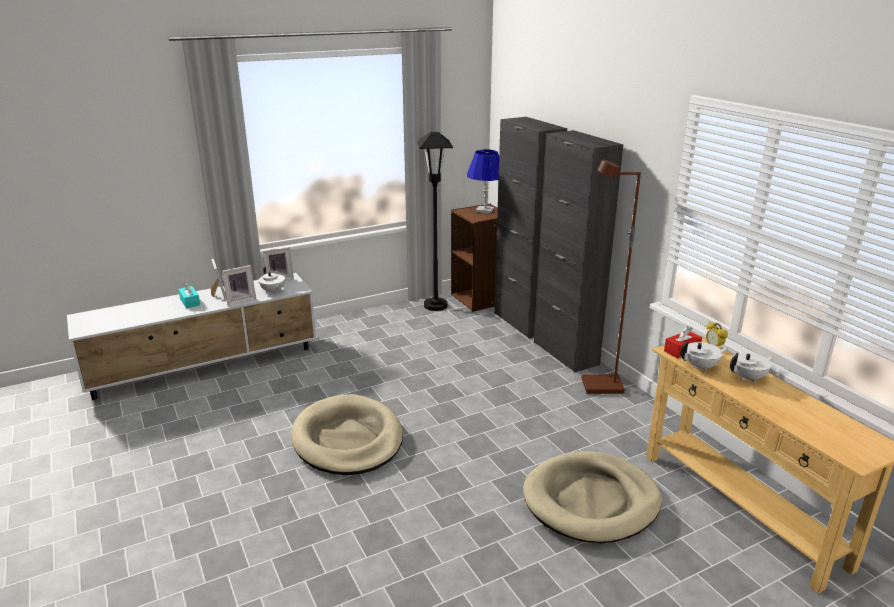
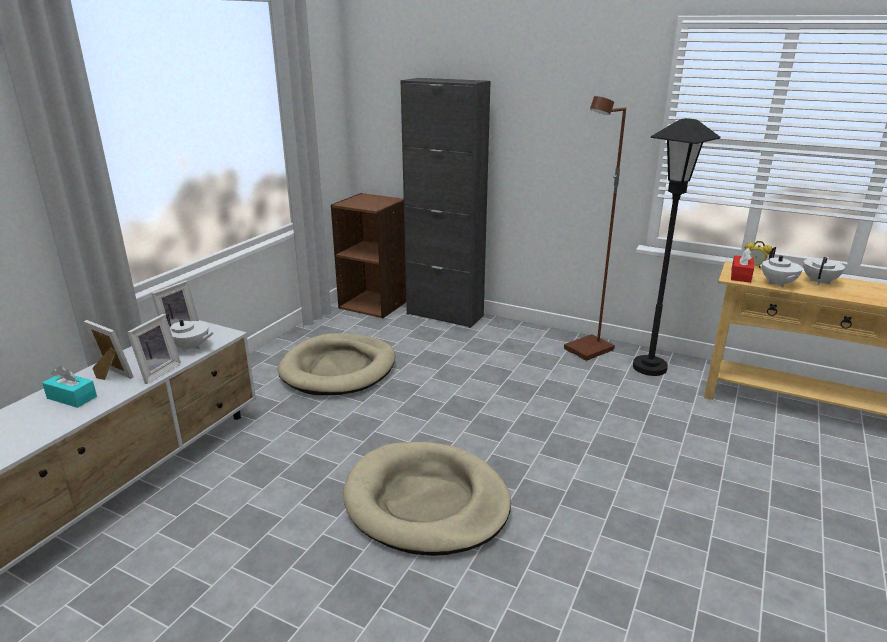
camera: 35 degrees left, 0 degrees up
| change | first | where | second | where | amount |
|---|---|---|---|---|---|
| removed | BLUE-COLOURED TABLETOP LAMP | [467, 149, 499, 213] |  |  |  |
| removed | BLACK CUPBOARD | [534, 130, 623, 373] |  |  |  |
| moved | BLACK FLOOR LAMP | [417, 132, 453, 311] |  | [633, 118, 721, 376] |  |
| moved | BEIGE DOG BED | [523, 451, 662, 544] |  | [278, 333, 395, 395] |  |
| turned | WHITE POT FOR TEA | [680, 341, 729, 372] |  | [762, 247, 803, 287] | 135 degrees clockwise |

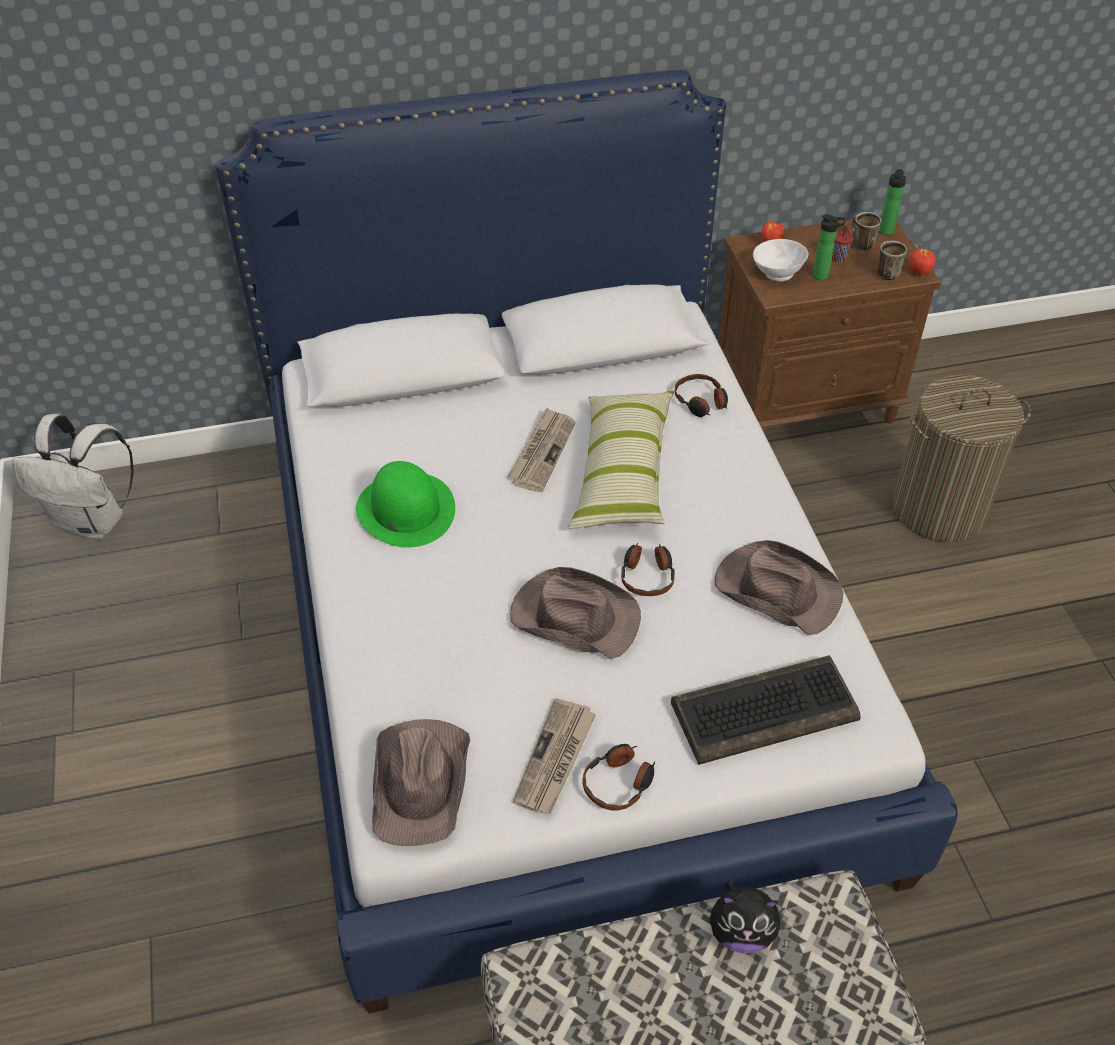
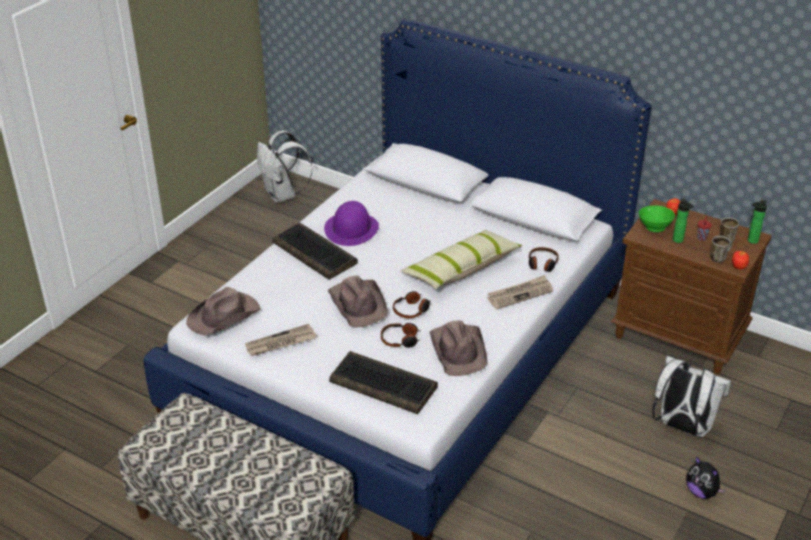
camera: 45 degrees right, 10 degrees down
| change | first | where | second | where | amount |
|---|---|---|---|---|---|
| added |  |  | COMPUTER KEYBOARD | [272, 223, 358, 280] |  |
| moved | PRINTED PAPER | [508, 407, 576, 492] |  | [487, 275, 553, 309] |  |
| moved | HEADSET | [582, 744, 655, 811] |  | [381, 323, 420, 348] |  |
| moved | CUDDLY TOY | [710, 881, 783, 954] |  | [687, 456, 726, 499] |  |
| replaced | LAUNDRY BASKET | [893, 375, 1031, 542] | WHITE KNAPSACK | [653, 356, 731, 437] |  |
| recoloured | GREENISH HAT | [356, 461, 455, 548] | PURPLE HAT | [324, 201, 379, 246] |  |
| recoloured | WHITE DEEP DISH | [753, 239, 808, 282] | GREENISH DEEP DISH | [639, 205, 675, 232] |  |

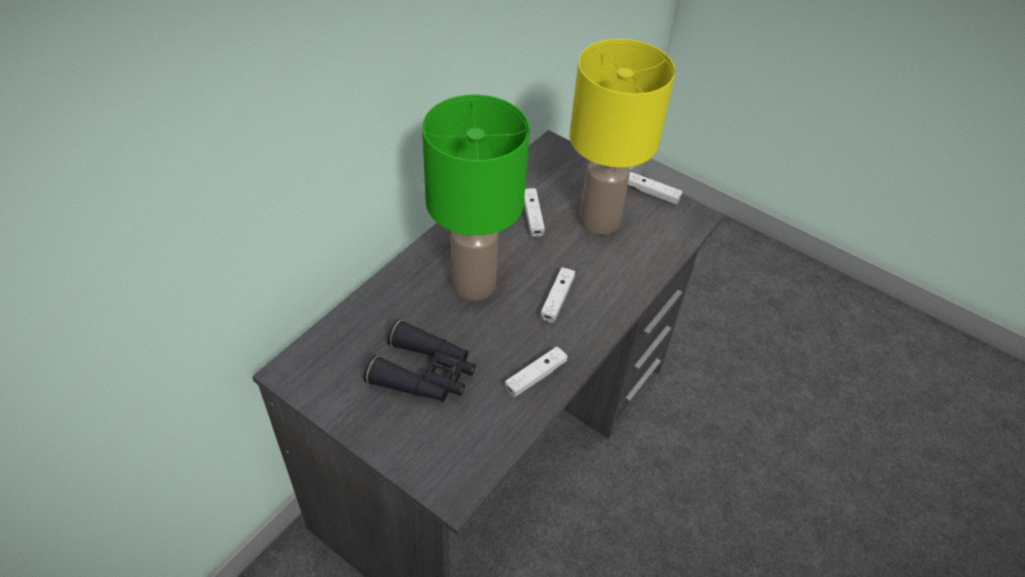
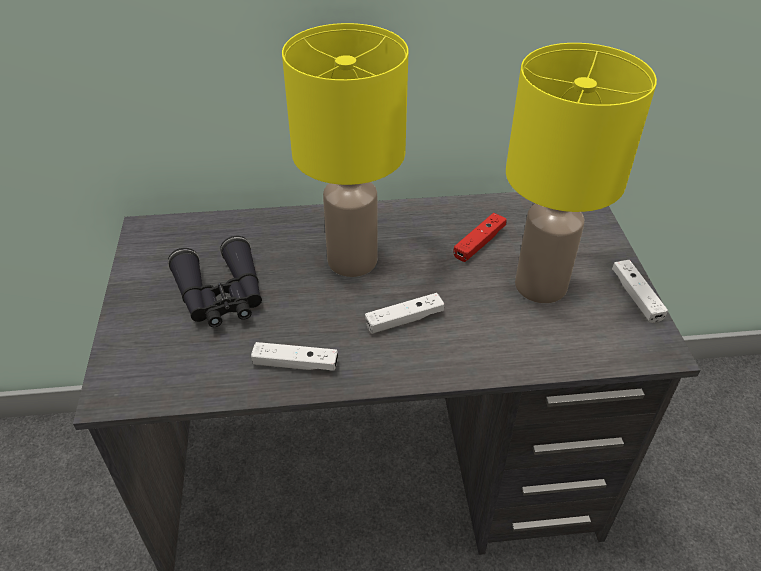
camera: 50 degrees right, 5 degrees down
| change | first | where | second | where | amount |
|---|---|---|---|---|---|
| recoloured | GREENISH TABLETOP LAMP | [422, 94, 529, 301] | YELLOWISH TABLETOP LAMP | [282, 23, 408, 277] |  |
| recoloured | WHITE GAMEPAD | [524, 188, 545, 237] | REDDISH GAMEPAD | [453, 213, 507, 262] |  |

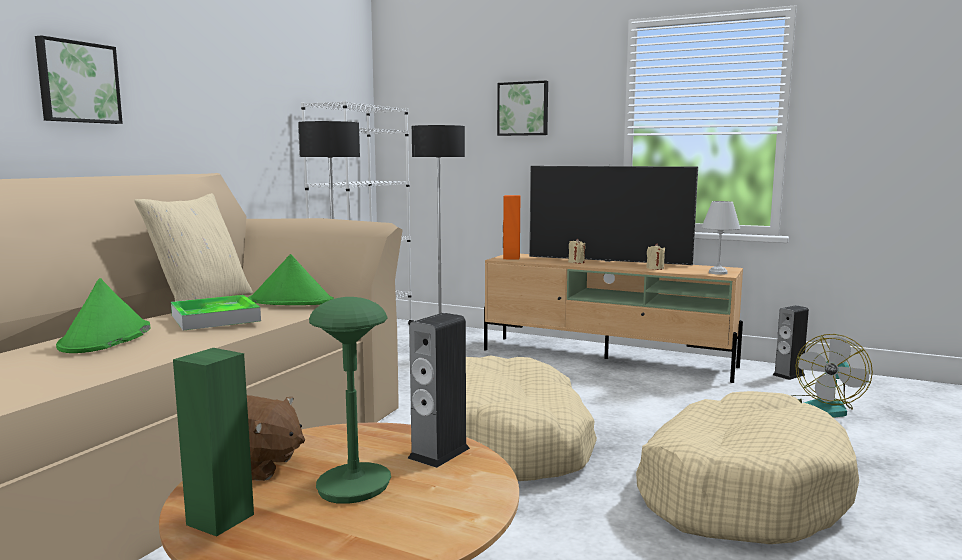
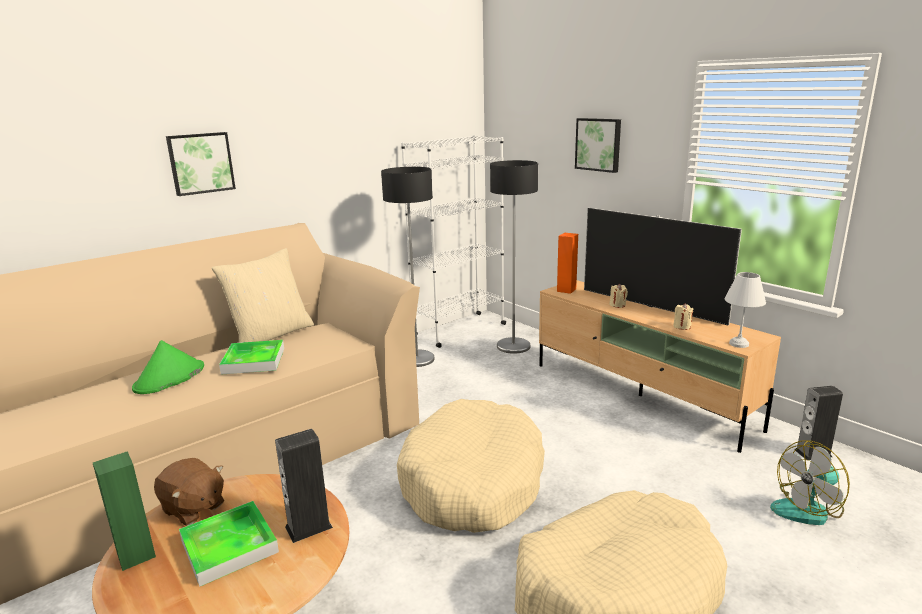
camera: 25 degrees right, 10 degrees up
| change | first | where | second | where | amount |
|---|---|---|---|---|---|
| removed | GREENISH HAT | [248, 254, 334, 305] |  |  |  |
| replaced | GREENISH TABLETOP LAMP | [309, 297, 391, 504] | SERVING TRAY | [179, 501, 279, 587] |  |

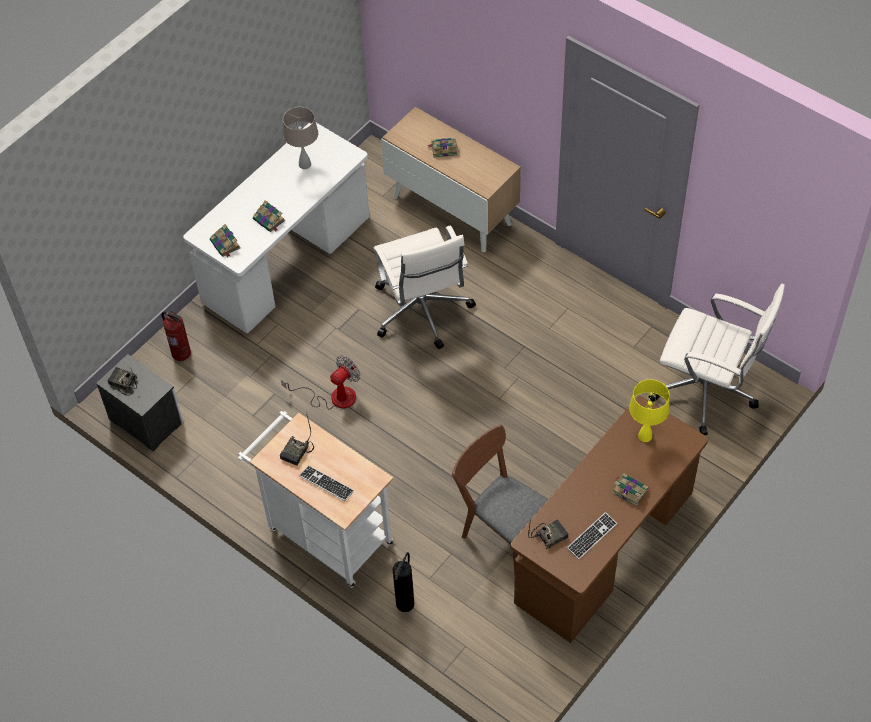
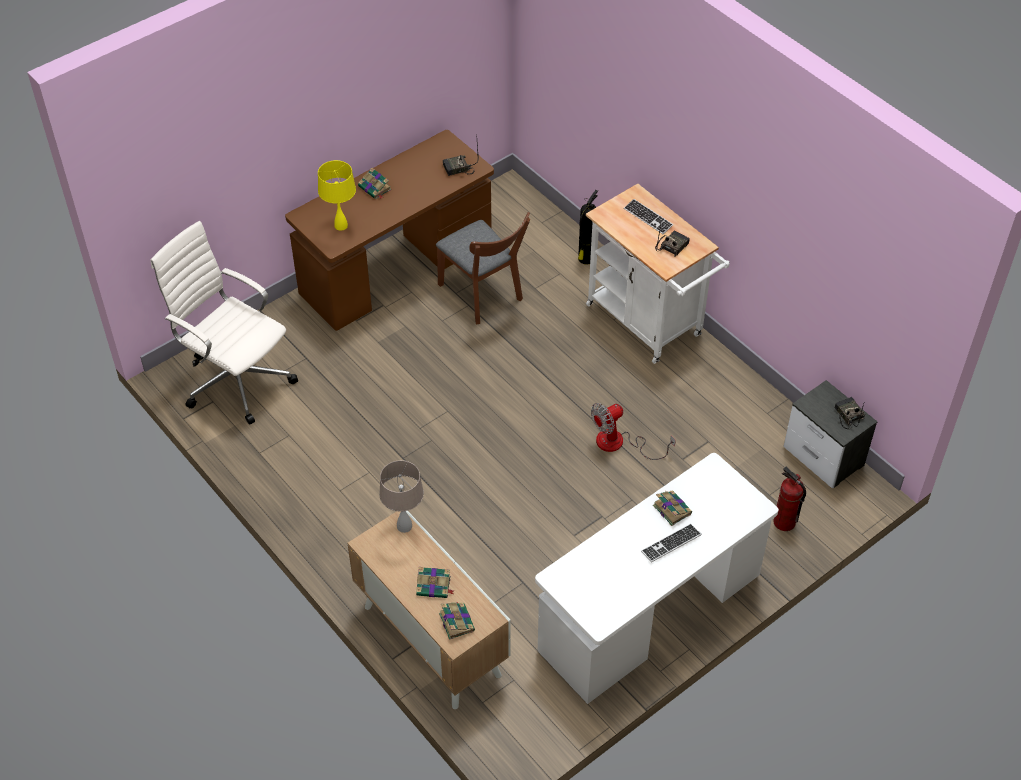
camera: 170 degrees left, 5 degrees down
| change | first | where | second | where | amount |
|---|---|---|---|---|---|
| removed | WHITE DESK CHAIR | [374, 225, 476, 349] |  |  |  |
| moved | VOLUME | [210, 224, 241, 258] |  | [439, 602, 475, 640] |  |
| moved | BEIGE TABLETOP LAMP | [283, 107, 318, 169] |  | [379, 460, 424, 533] |  |
| moved | COMPUTER KEYBOARD | [567, 512, 617, 559] |  | [641, 524, 702, 562] |  |
| turned | RADIO SET | [107, 367, 137, 396] |  | [834, 397, 865, 429] | 150 degrees counterclockwise |

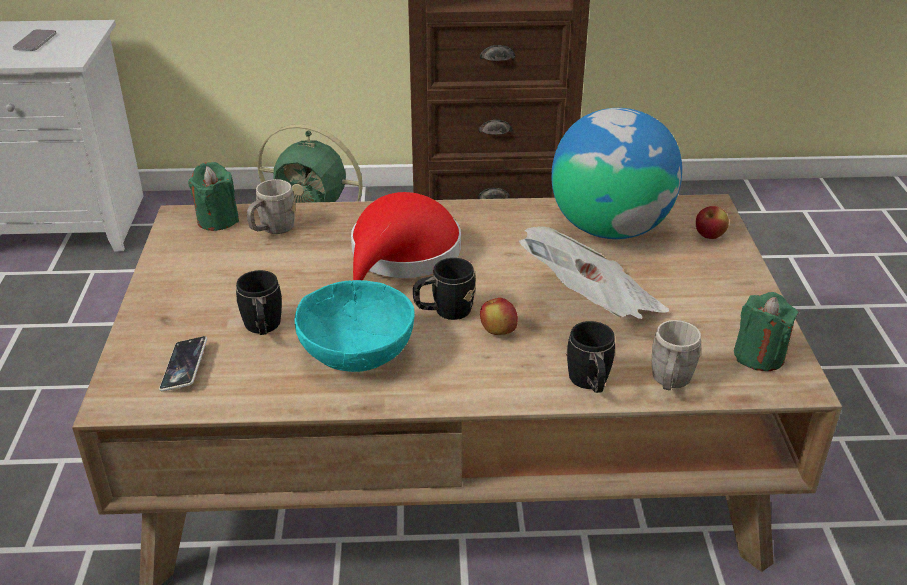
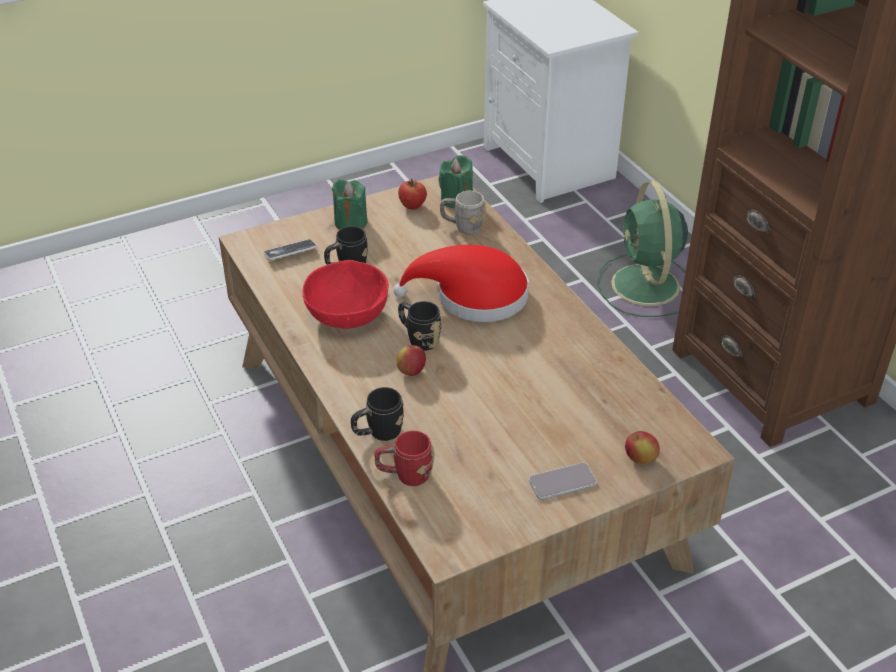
camera: 65 degrees right, 5 degrees up
| change | first | where | second | where | amount |
|---|---|---|---|---|---|
| removed | PRINTED PAPER | [518, 226, 669, 319] |  |  |  |
| removed | GLOBE | [551, 108, 682, 239] |  |  |  |
| added |  |  | WHOLE APPLE | [398, 179, 427, 210] |  |
| moved | HANDSET | [12, 29, 56, 51] |  | [529, 463, 597, 500] |  |
| moved | GREENISH CANDLE | [734, 292, 798, 371] |  | [332, 179, 367, 229] |  |
| recoloured | BLUE-GREEN DEEP DISH | [295, 280, 415, 372] | REDDISH DEEP DISH | [302, 260, 389, 329] |  |
| recoloured | GREY MUG | [652, 320, 701, 391] | REDDISH MUG | [375, 431, 434, 486] |  |

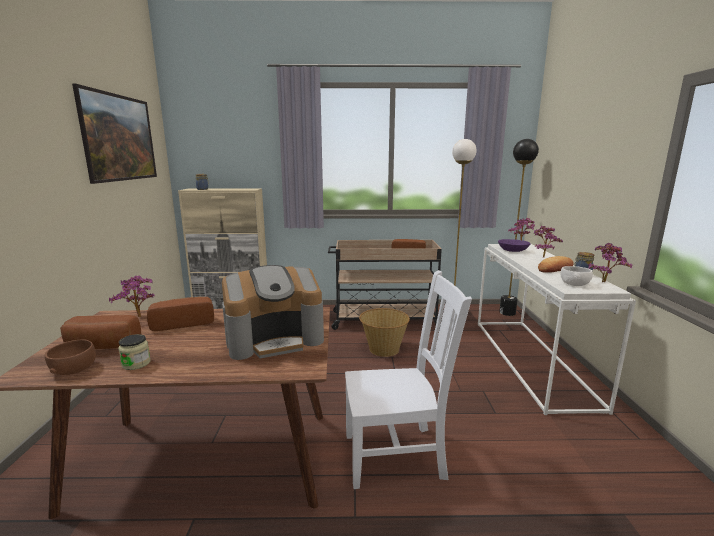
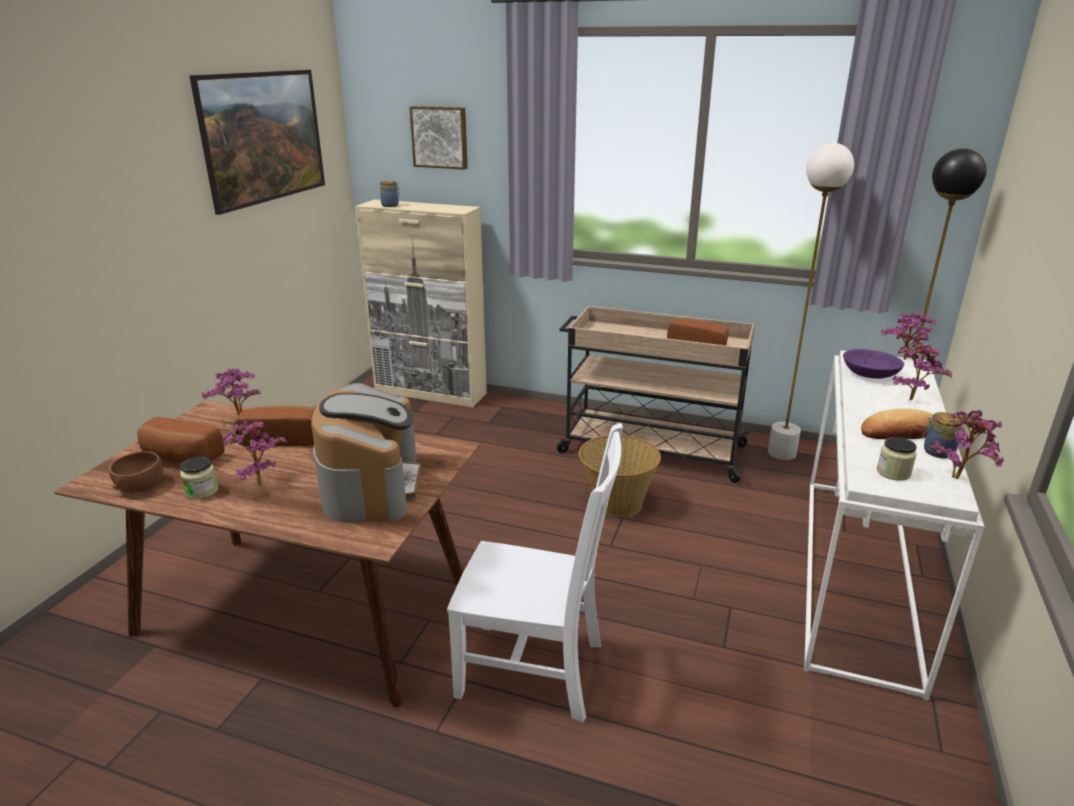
camera: 20 degrees right, 10 degrees up
| change | first | where | second | where | amount |
|---|---|---|---|---|---|
| added |  |  | HOUSEPLANT | [222, 420, 287, 486] |  |
| added |  |  | PICTURE | [409, 106, 468, 170] |  |
| replaced | WHITE DEEP DISH | [560, 266, 593, 286] | PRESERVE JAR | [877, 437, 917, 481] |  |
| turned | COFFEE MACHINE | [222, 265, 324, 360] |  | [311, 383, 421, 523] | 90 degrees counterclockwise |

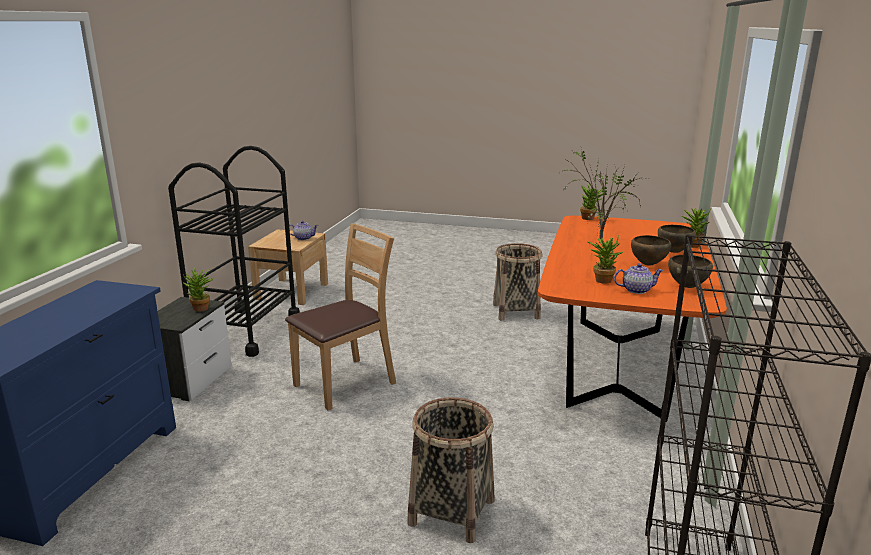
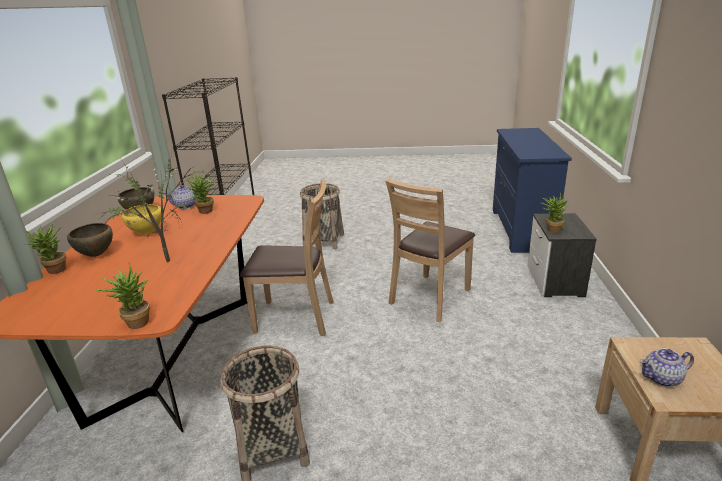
camera: 170 degrees right, 5 degrees up
| change | first | where | second | where | amount |
|---|---|---|---|---|---|
| removed | BLACK CART | [168, 146, 300, 357] |  |  |  |
| added |  |  | BROWNISH CHAIR | [240, 179, 334, 336] |  |
| recoloured | BROWNISH DEEP DISH | [631, 235, 671, 266] | YELLOWISH DEEP DISH | [122, 204, 161, 234] |  |

